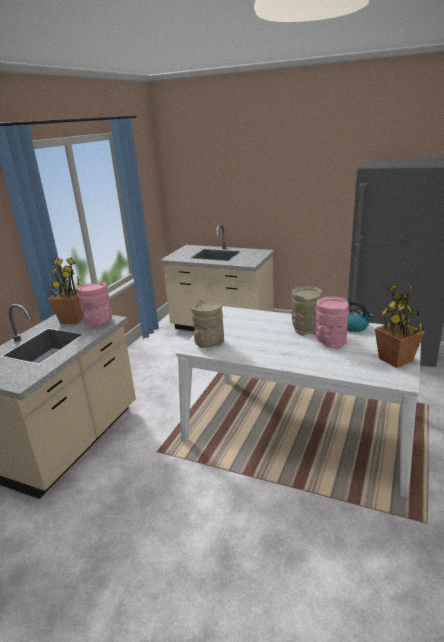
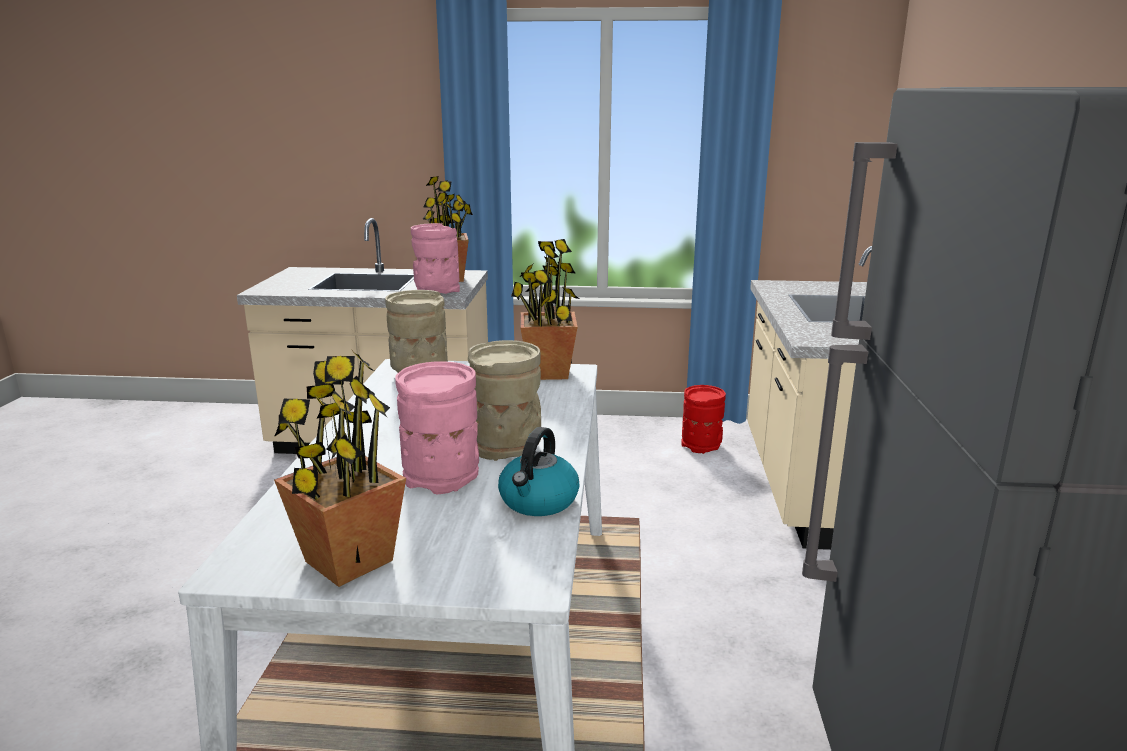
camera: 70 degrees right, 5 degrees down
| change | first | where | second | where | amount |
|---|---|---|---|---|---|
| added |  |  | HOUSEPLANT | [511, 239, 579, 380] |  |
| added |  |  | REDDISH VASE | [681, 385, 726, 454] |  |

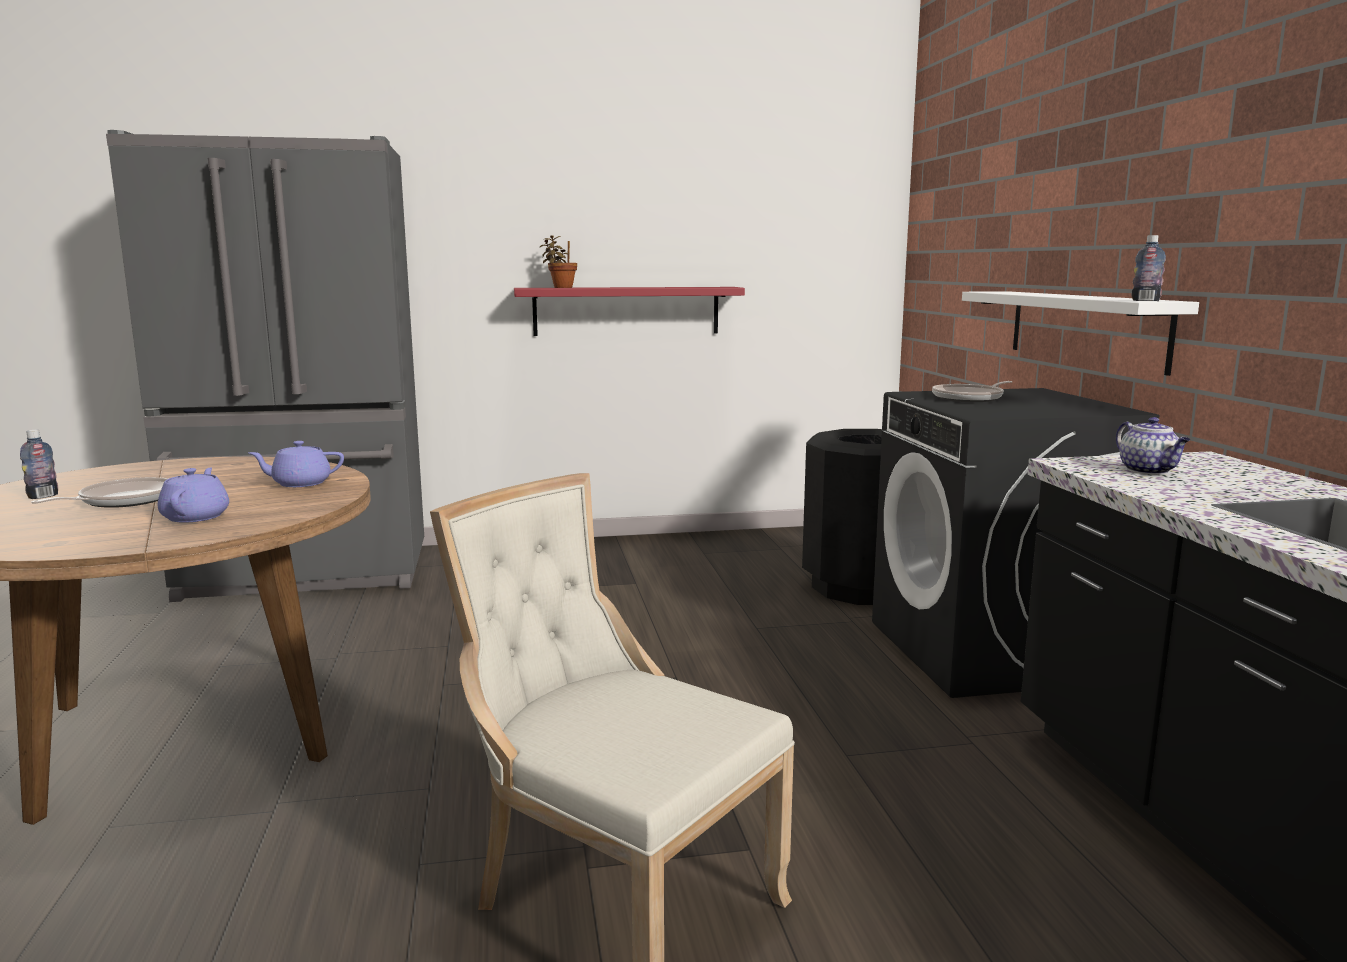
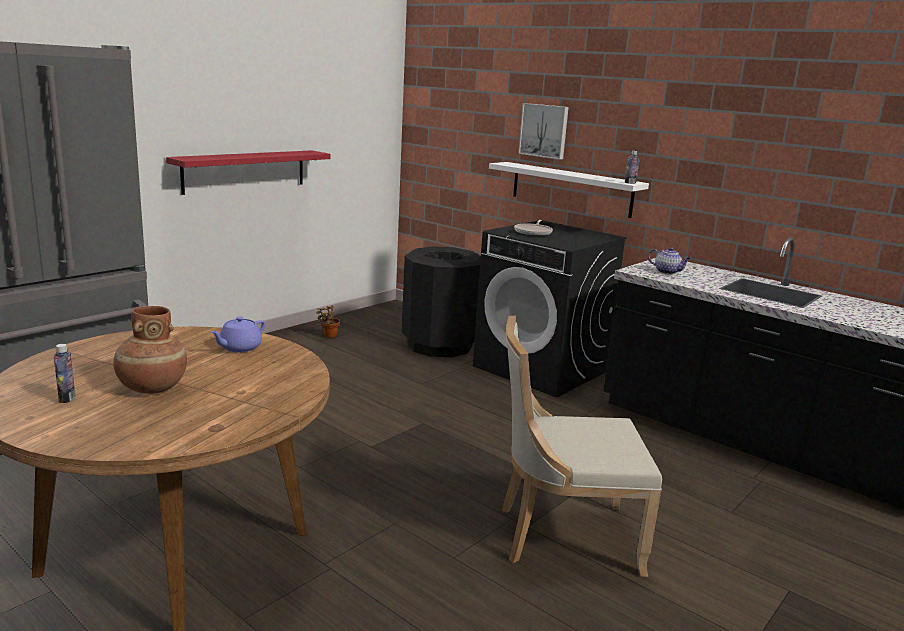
camera: 40 degrees left, 5 degrees up
| change | first | where | second | where | amount |
|---|---|---|---|---|---|
| removed | PURPLE POT FOR TEA | [158, 468, 229, 523] |  |  |  |
| added |  |  | PICTURE | [518, 103, 569, 160] |  |
| moved | HOUSEPLANT | [540, 235, 577, 288] |  | [316, 306, 340, 338] |  |
| replaced | PAN | [31, 477, 168, 508] | BROWNISH VASE | [113, 306, 187, 394] |  |

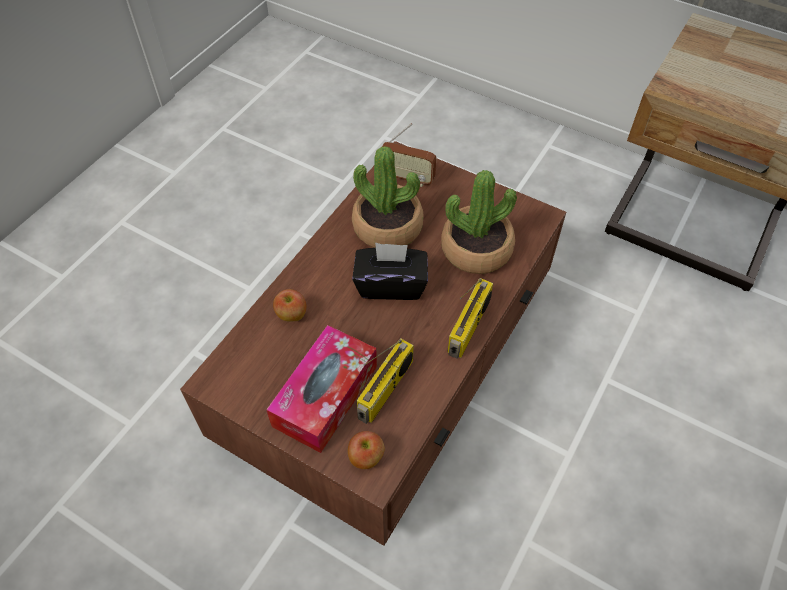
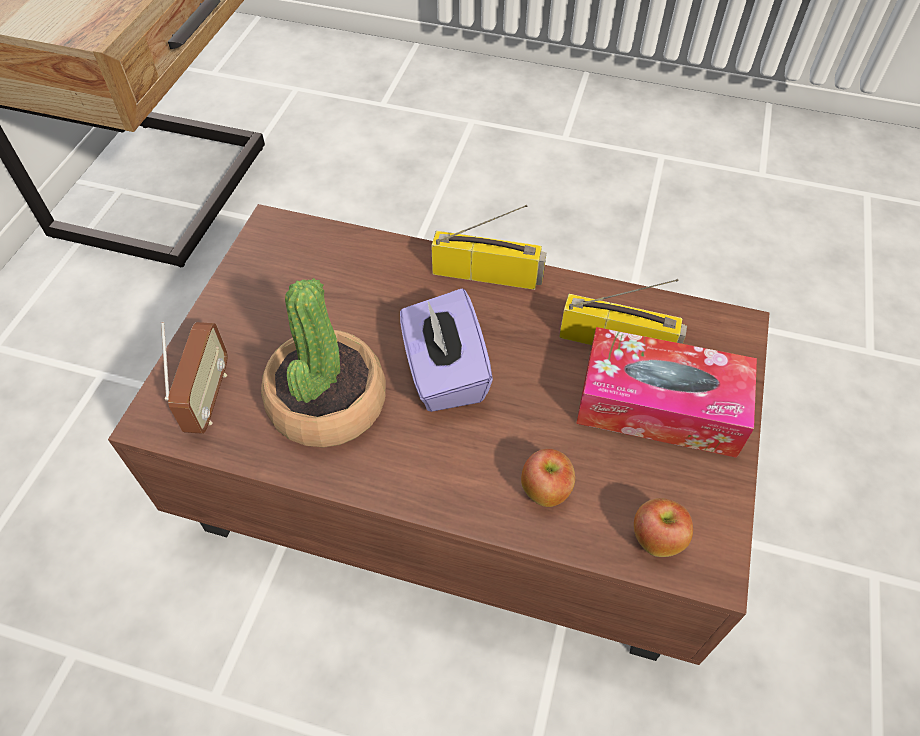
camera: 105 degrees left, 0 degrees up
| change | first | where | second | where | amount |
|---|---|---|---|---|---|
| removed | HOUSEPLANT | [441, 170, 517, 274] |  |  |  |
| moved | WHOLE APPLE | [348, 431, 385, 469] |  | [634, 498, 693, 557] |  |
| recoloured | BLACK BOX OF TISSUES | [352, 242, 428, 300] | PURPLE BOX OF TISSUES | [400, 288, 493, 412] |  |

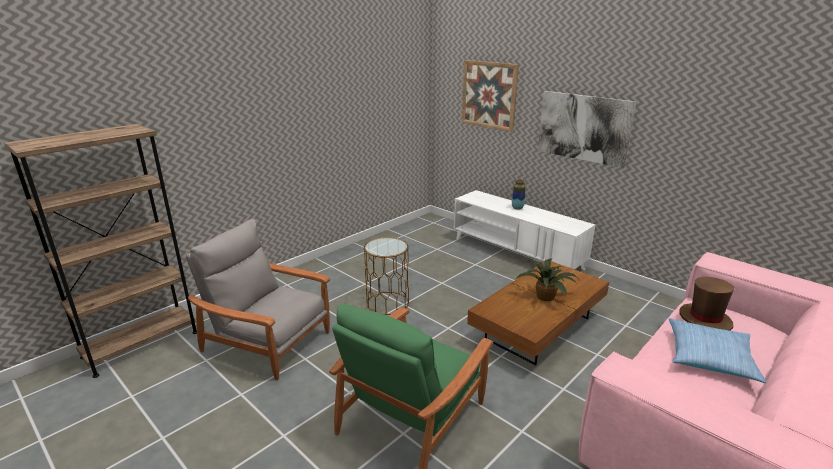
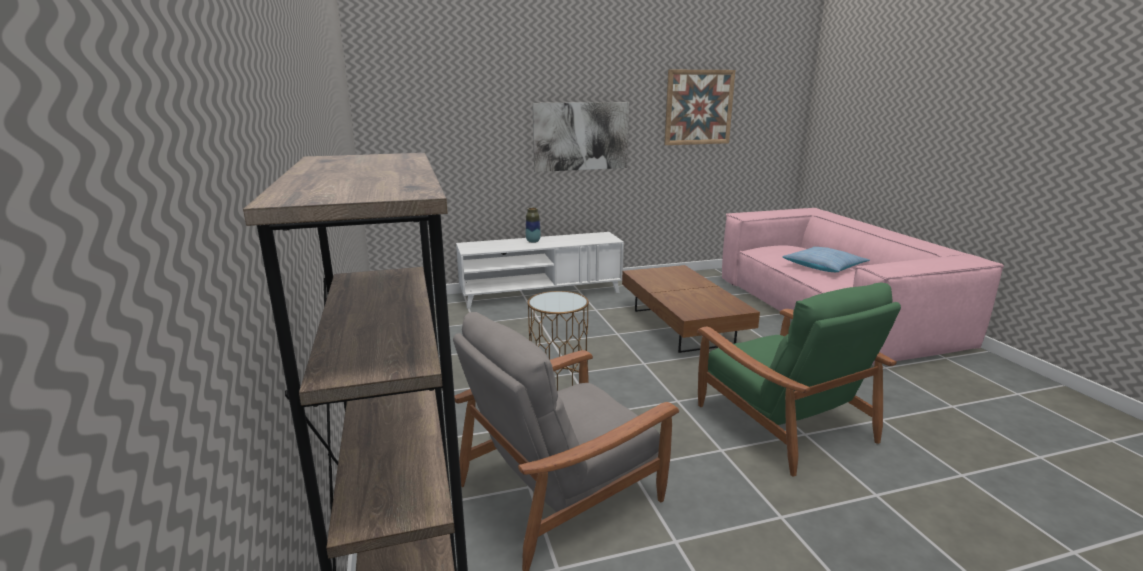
camera: 60 degrees left, 5 degrees down
| change | first | where | second | where | amount |
|---|---|---|---|---|---|
| removed | HOUSEPLANT | [516, 259, 580, 301] |  |  |  |
| removed | BROWNISH HAT | [680, 277, 734, 331] |  |  |  |
| moved | PICTURE | [462, 60, 519, 132] |  | [664, 70, 735, 145] |  |

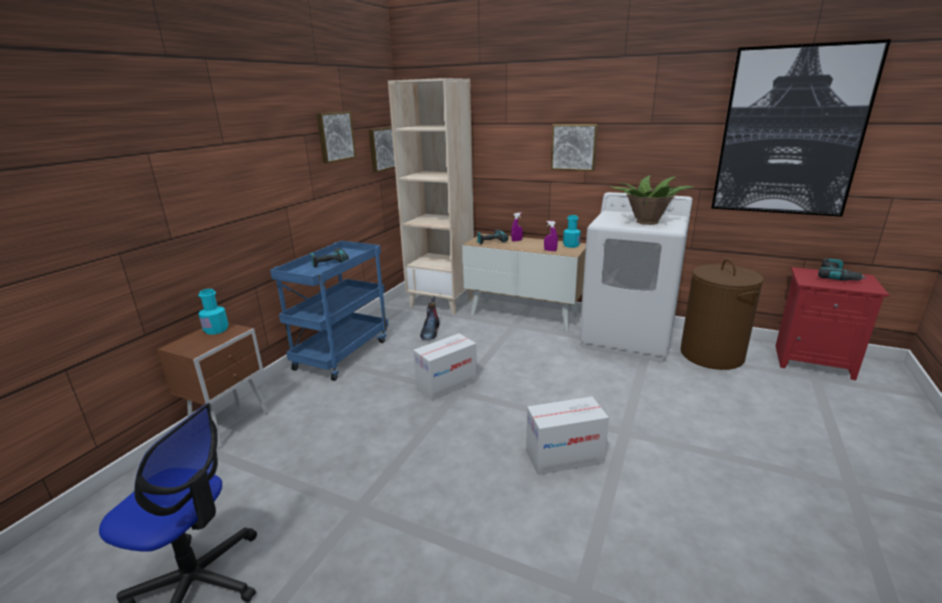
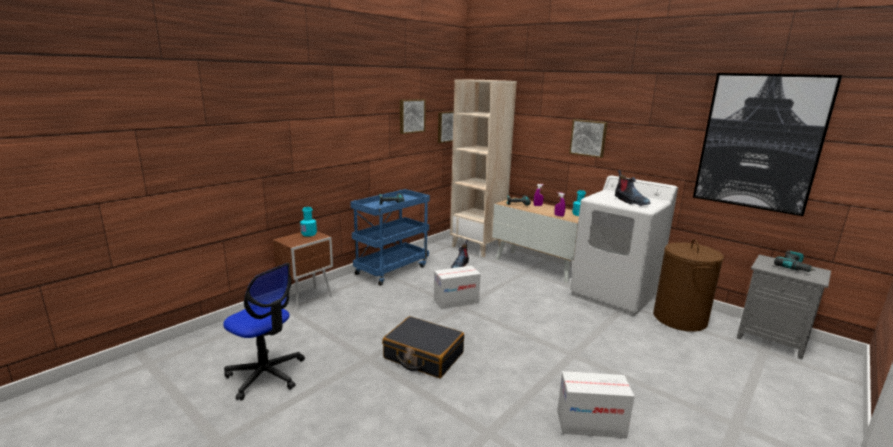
camera: 15 degrees right, 5 degrees down
| change | first | where | second | where | amount |
|---|---|---|---|---|---|
| added |  |  | BLACK PIECE OF LUGGAGE | [382, 316, 464, 378] |  |
| moved | CARTON | [526, 397, 609, 475] |  | [557, 371, 635, 438] |  |
| replaced | HOUSEPLANT | [611, 175, 694, 225] | BOOT | [615, 170, 651, 206] |  |
| recoloured | REDDISH NIGHTSTAND | [775, 267, 889, 380] | GREY NIGHTSTAND | [737, 255, 831, 360] |  |

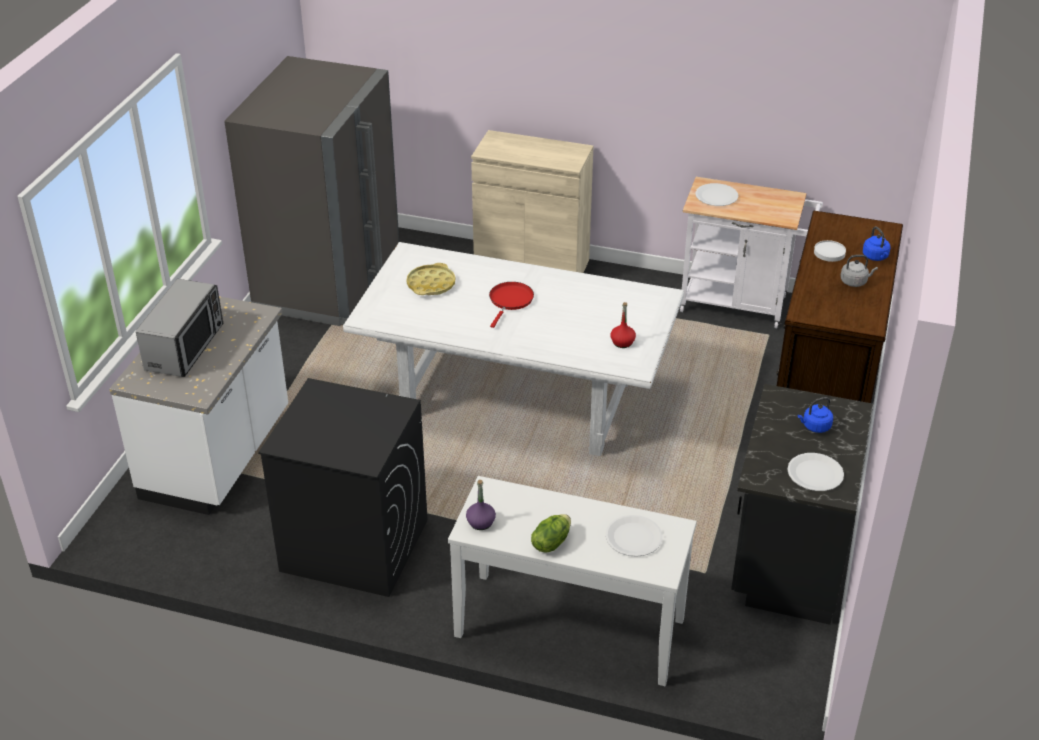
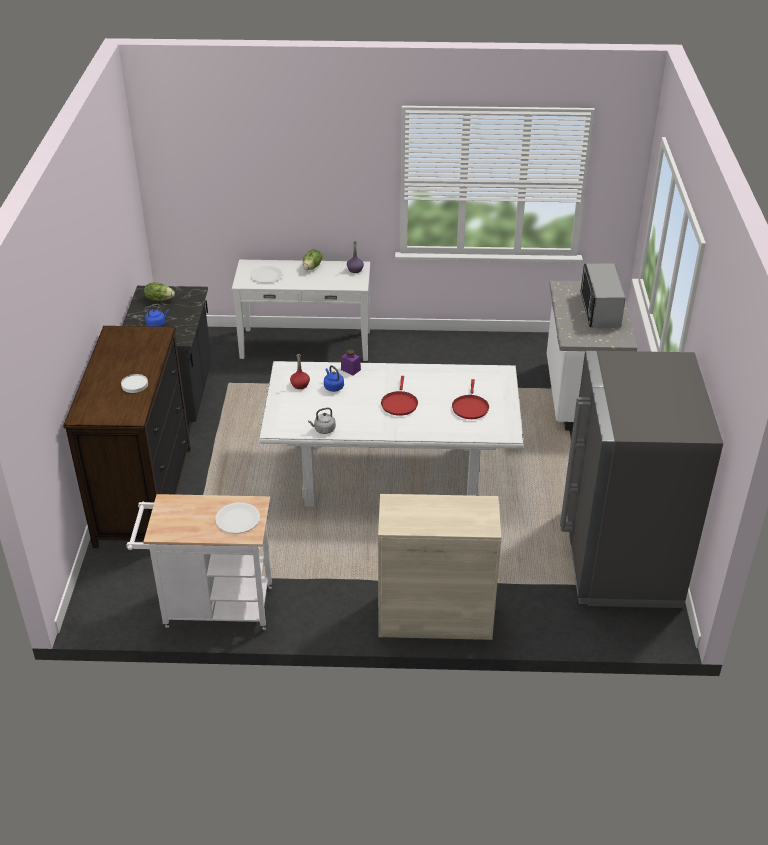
camera: 165 degrees right, 0 degrees up
| change | first | where | second | where | amount |
|---|---|---|---|---|---|
| removed | BLACK WASHING MACHINE | [258, 378, 427, 597] |  |  |  |
| added |  |  | PURPLE PRESERVE JAR | [341, 349, 361, 375] |  |
| moved | GREY WATER KETTLE | [840, 255, 878, 287] |  | [308, 407, 336, 434] |  |
| moved | BLUE-COLOURED WATER KETTLE | [863, 227, 891, 261] |  | [324, 365, 344, 392] |  |
| replaced | YELLOWISH SERVING TRAY | [406, 263, 455, 295] | REDDISH PAN | [452, 379, 489, 419] |  |
| replaced | WHITE FLAT DISH | [787, 453, 844, 491] | LETTUCE HEAD | [144, 282, 175, 301] |  |

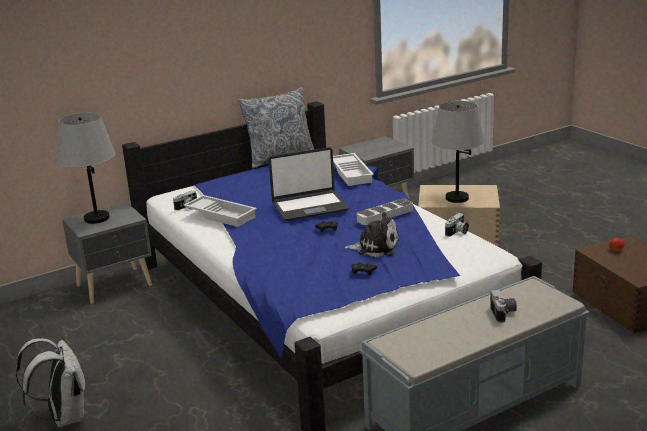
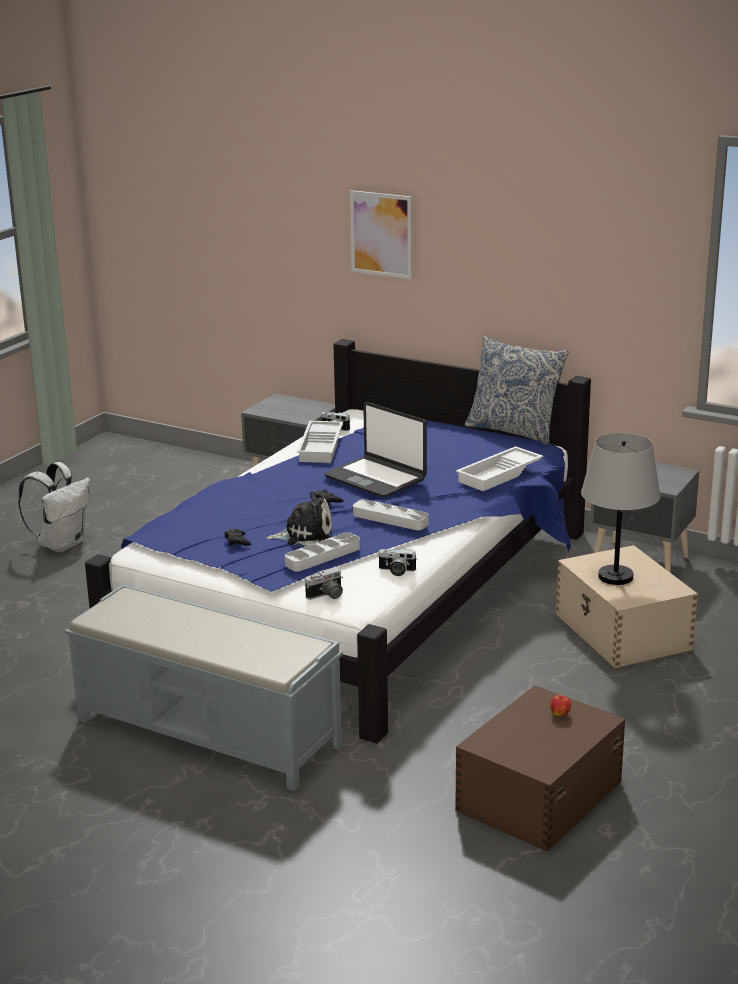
camera: 60 degrees right, 0 degrees up
| change | first | where | second | where | amount |
|---|---|---|---|---|---|
| removed | GREY TABLETOP LAMP | [57, 113, 115, 224] |  |  |  |
| added |  |  | GREY SERVING TRAY | [285, 532, 360, 572] |  |
| added |  |  | PICTURE | [350, 190, 412, 279] |  |
| moved | STILL CAMERA | [490, 290, 517, 323] |  | [305, 567, 343, 600] |  |
| turned | CUDDLY TOY | [345, 212, 399, 258] |  | [266, 491, 332, 546] | 75 degrees counterclockwise |

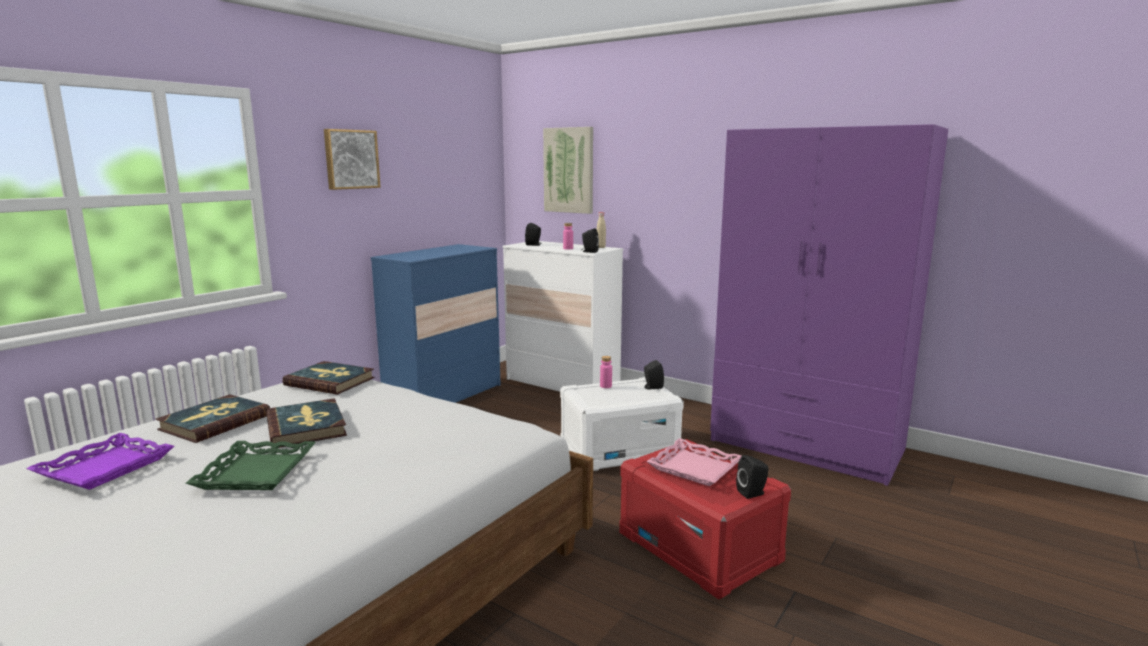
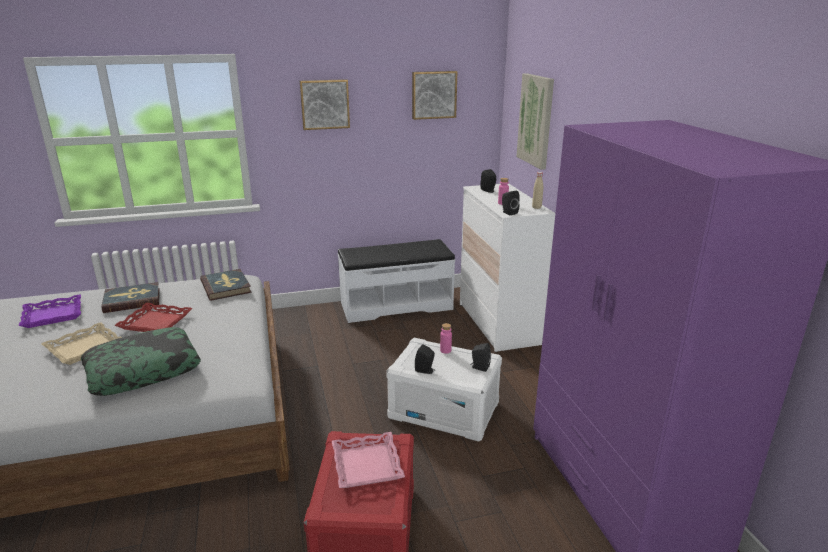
camera: 40 degrees right, 10 degrees up
| change | first | where | second | where | amount |
|---|---|---|---|---|---|
| added |  |  | THROW PILLOW | [81, 327, 201, 396] |  |
| added |  |  | PICTURE | [412, 71, 457, 120] |  |
| moved | BLACK AUDIO SPEAKER | [736, 455, 769, 499] |  | [415, 344, 435, 374] |  |
| replaced | VOLUME | [267, 398, 347, 448] | REDDISH SERVING TRAY | [115, 303, 192, 332] |  |
| replaced | BLUE-COLOURED CHEST OF DRAWERS | [371, 244, 501, 403] | WHITE INDOOR BENCH | [338, 239, 455, 323] |  |
| recoloured | GREENISH SERVING TRAY | [186, 441, 316, 490] | BEIGE SERVING TRAY | [42, 322, 122, 365] |  |

